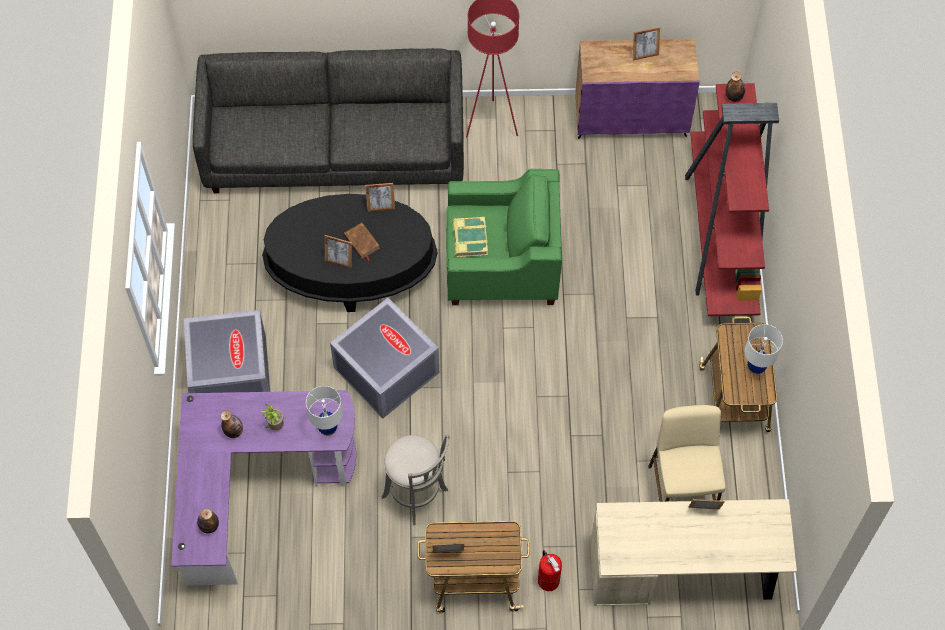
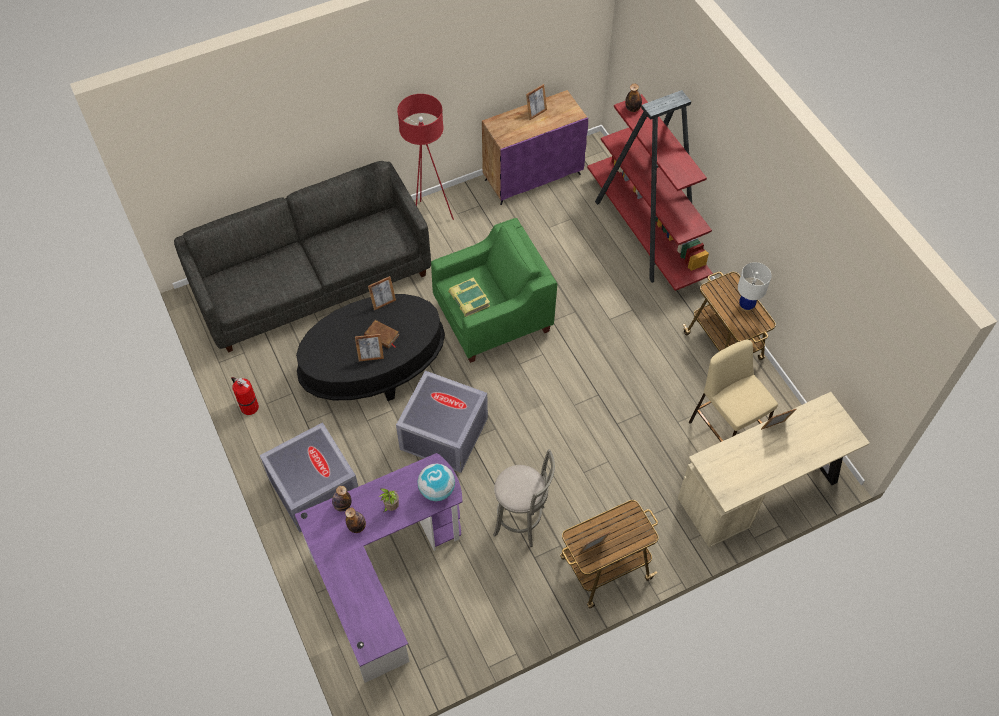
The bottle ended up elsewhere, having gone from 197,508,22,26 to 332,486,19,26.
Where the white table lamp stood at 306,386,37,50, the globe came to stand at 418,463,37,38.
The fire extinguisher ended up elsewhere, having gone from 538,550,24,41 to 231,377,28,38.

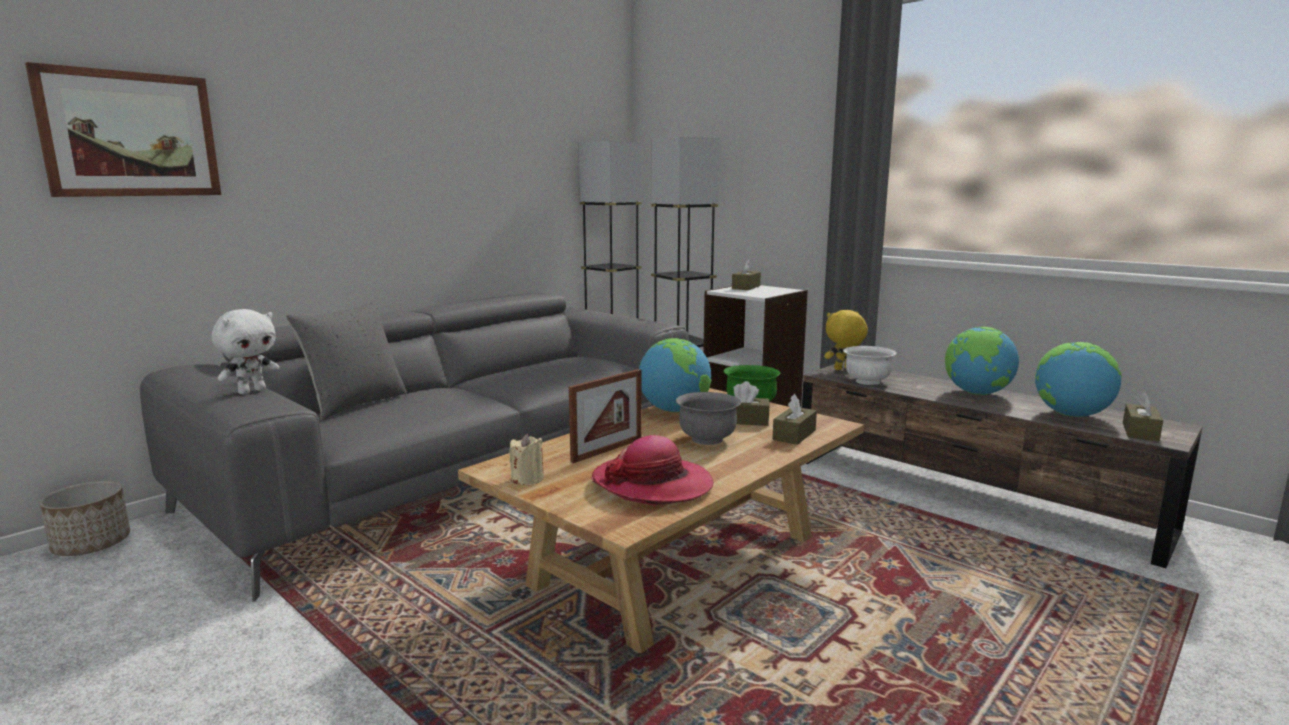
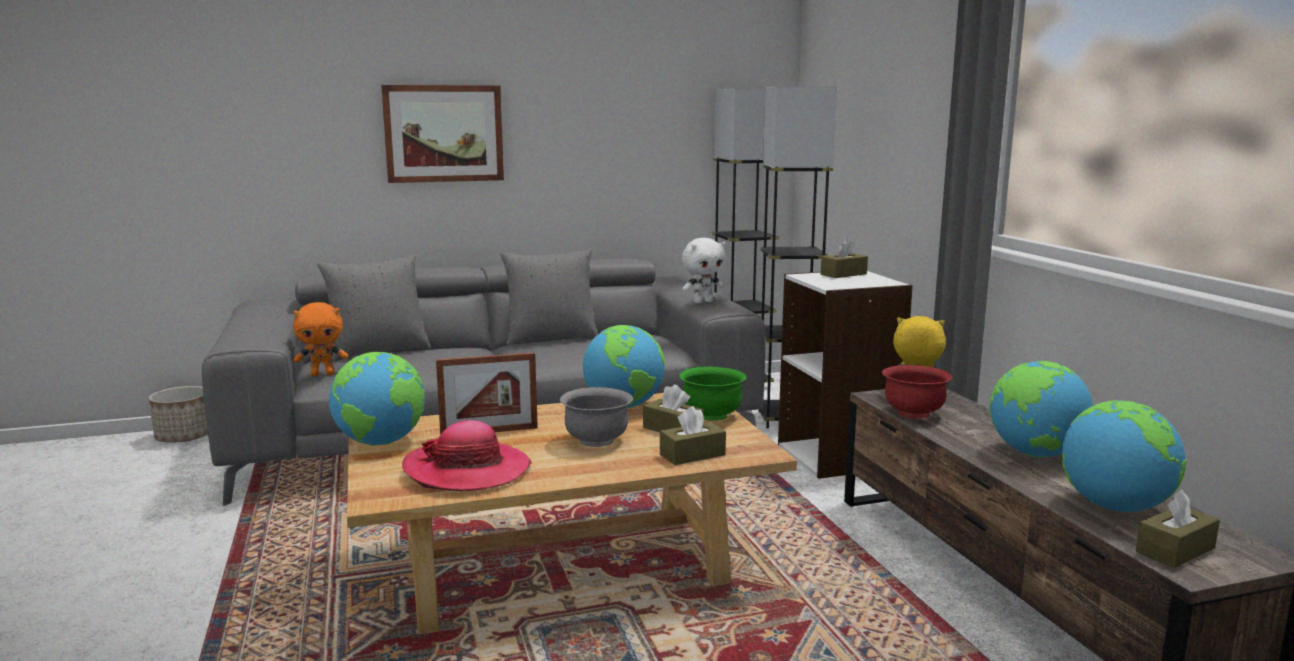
The picture ended up elsewhere, having gone from 25,62,196,135 to 381,85,123,98.
The white plush toy ended up elsewhere, having gone from 212,309,67,86 to 682,238,44,65.
Where the beige candle stood at 509,434,35,51, the globe came to stand at 329,352,96,94.
What was the white bowl at 843,346,54,39 turned into the red bowl at 882,365,70,54.
The second view gained the orange plush toy at 293,302,55,74.
The second view gained the grey pillow at 500,249,98,96.

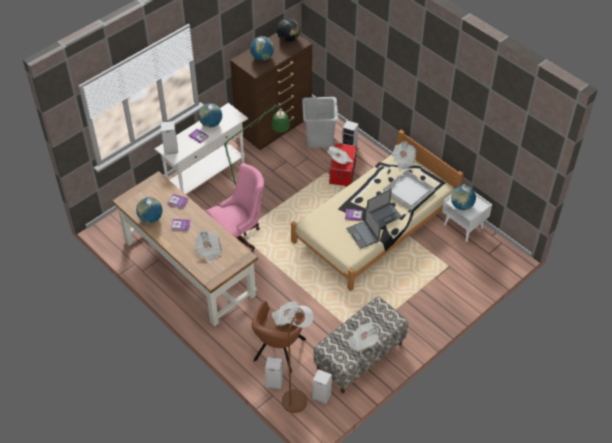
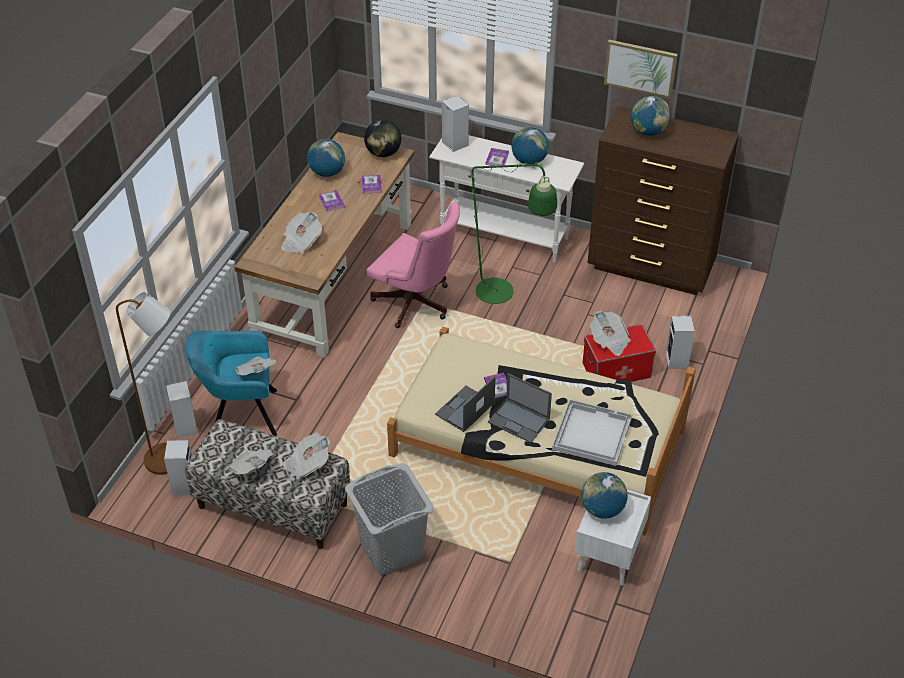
What was the brown armchair at 252,301,54,72 turned into the turquoise armchair at 185,330,92,106.
The globe ended up elsewhere, having gone from 277,18,23,24 to 364,120,37,37.
The grey laundry basket ended up elsewhere, having gone from 302,97,36,51 to 345,463,89,112.
The newspaper ended up elsewhere, having gone from 392,142,25,28 to 283,433,47,46.
The second view gained the picture at 604,40,74,59.

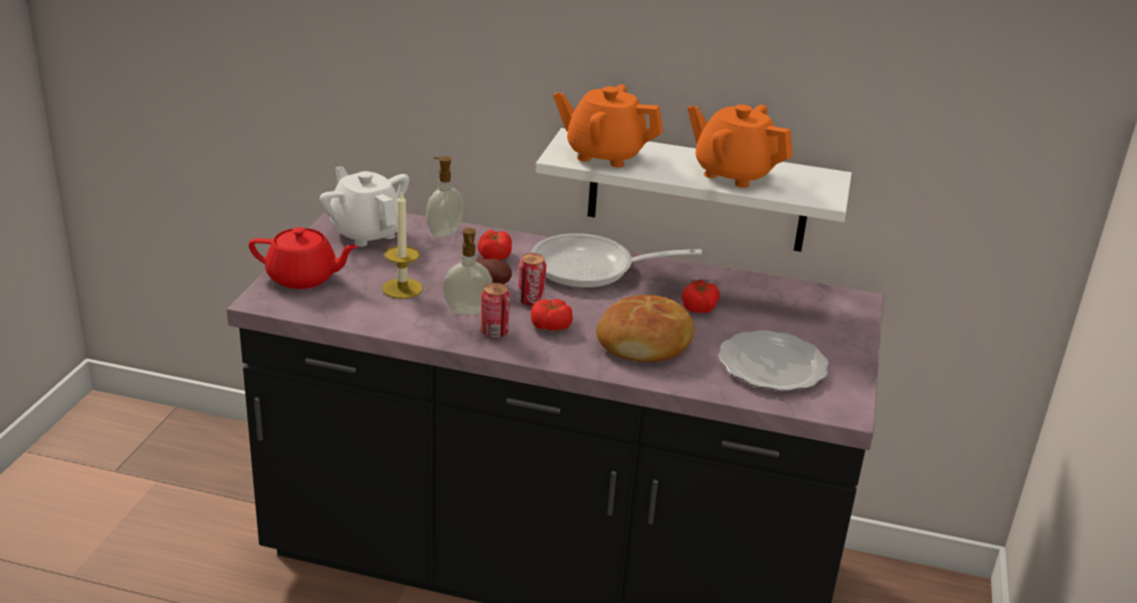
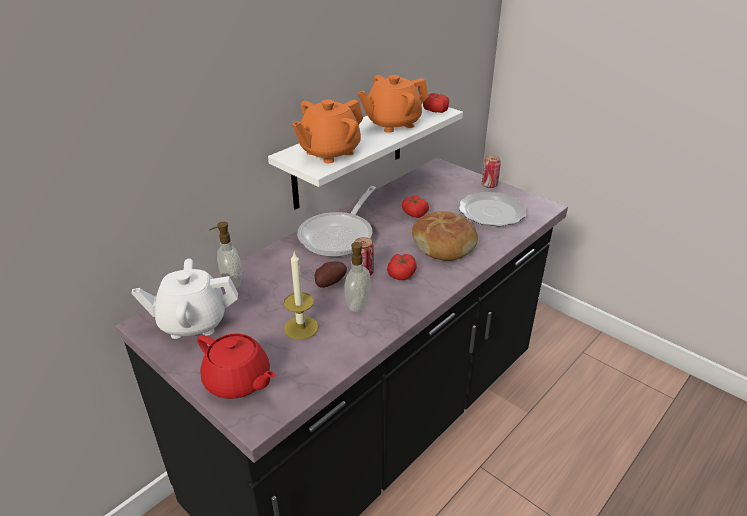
The red teapot at 249,227,110,62 ended up facing another way, 90 degrees clockwise from before.
The tomato ended up elsewhere, having gone from 478,229,34,31 to 423,93,26,20.
The can ended up elsewhere, having gone from 481,283,29,55 to 482,155,19,33.

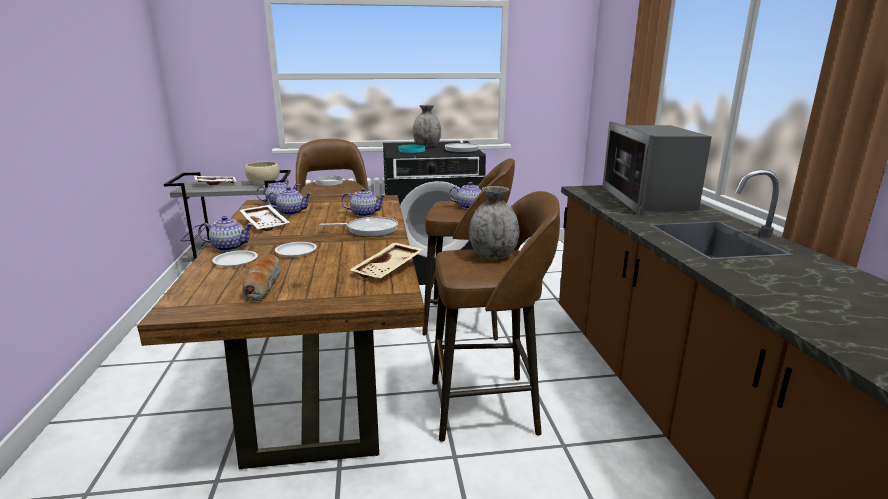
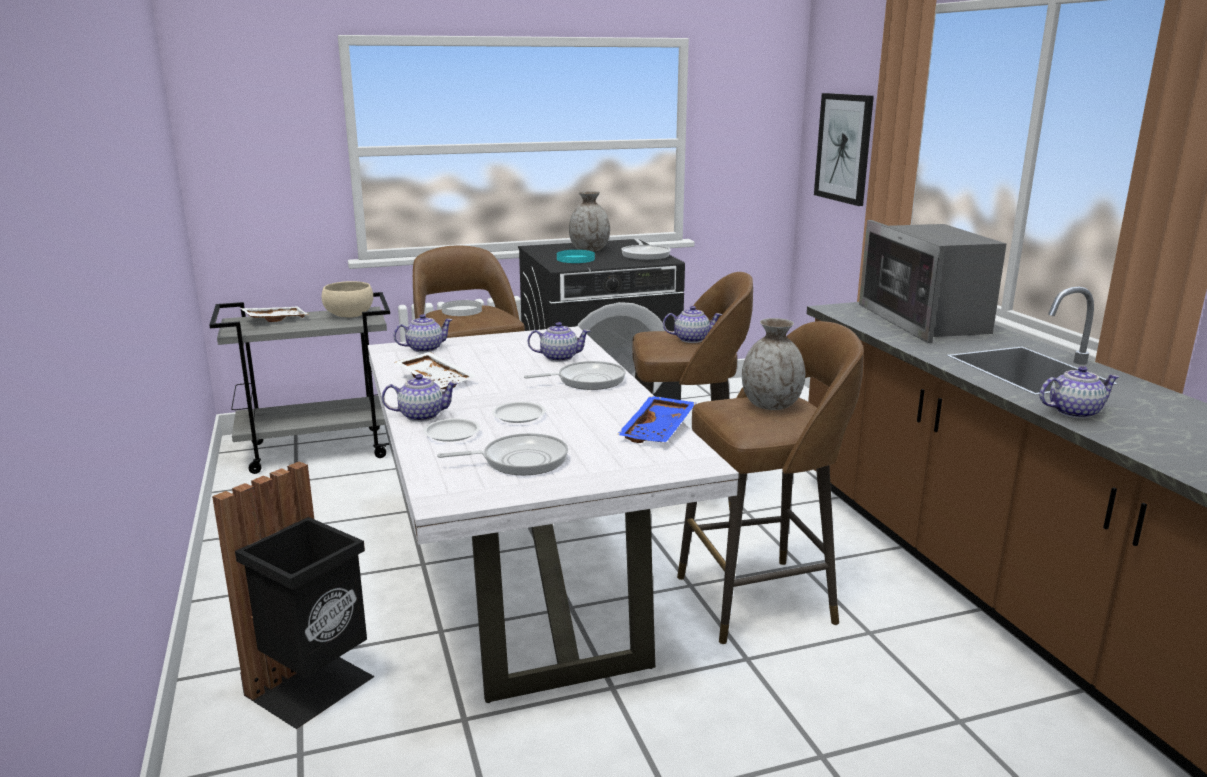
What was the brown dining table at 137,195,288,275 turned into the white dining table at 368,326,371,377.
Where the bread stood at 242,254,39,47, the frying pan came to stand at 437,433,131,42.
The teapot ended up elsewhere, having gone from 267,187,45,28 to 1039,366,80,53.
What was the beige tray at 350,242,74,36 turned into the blue tray at 617,396,79,47.
The second view gained the black trash can at 212,462,163,267.
The second view gained the picture at 814,93,60,113.

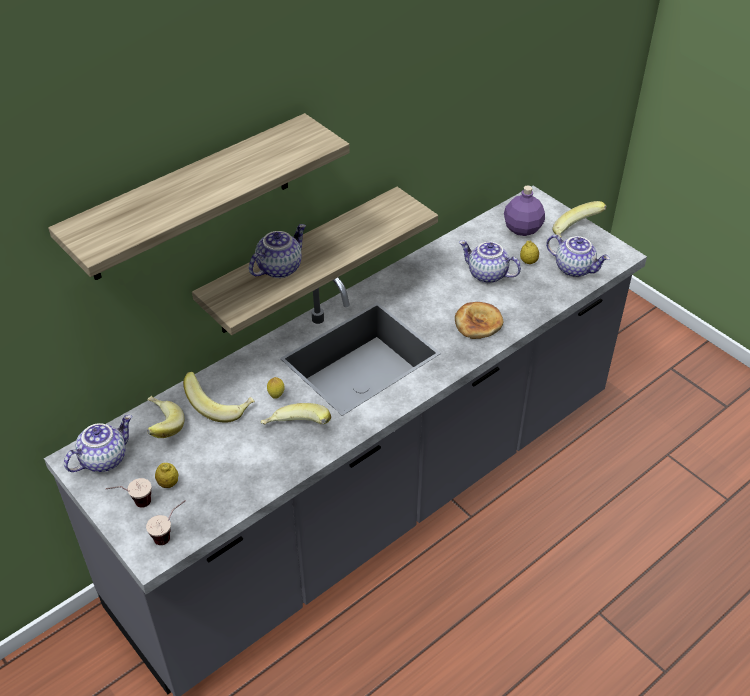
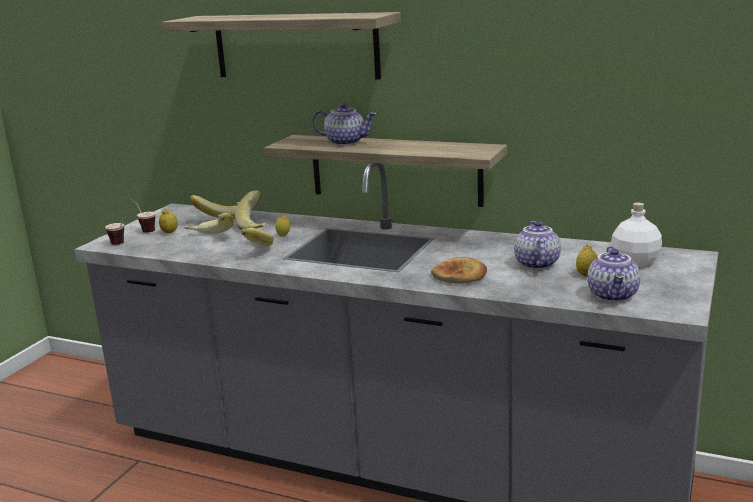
The second view lost the teapot at 64,415,68,57.
What was the purple bottle at 504,185,41,51 turned into the white bottle at 611,203,51,64.
The banana ended up elsewhere, having gone from 552,201,55,37 to 185,213,49,21.

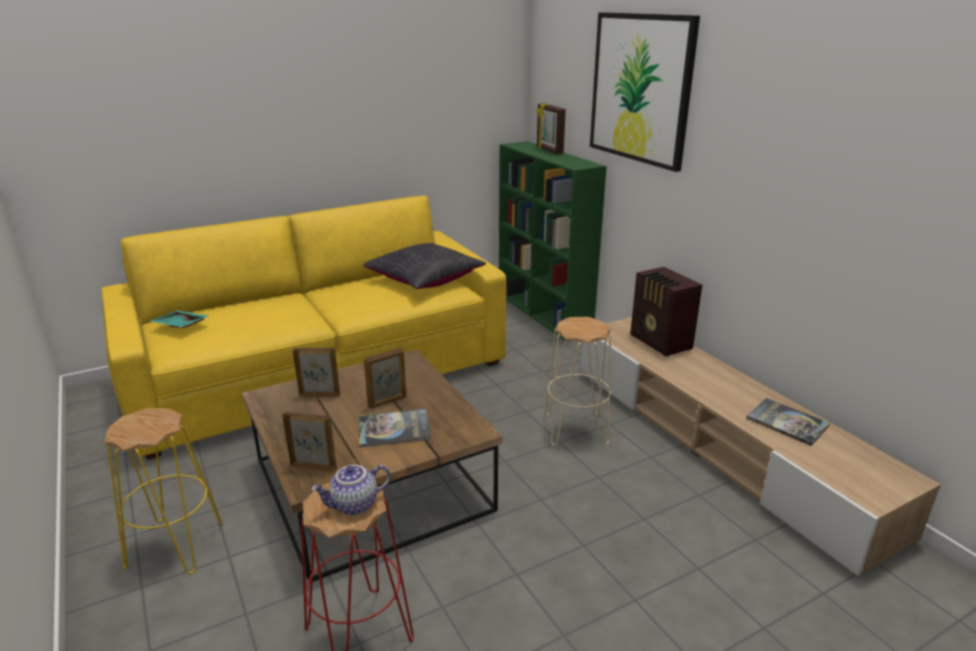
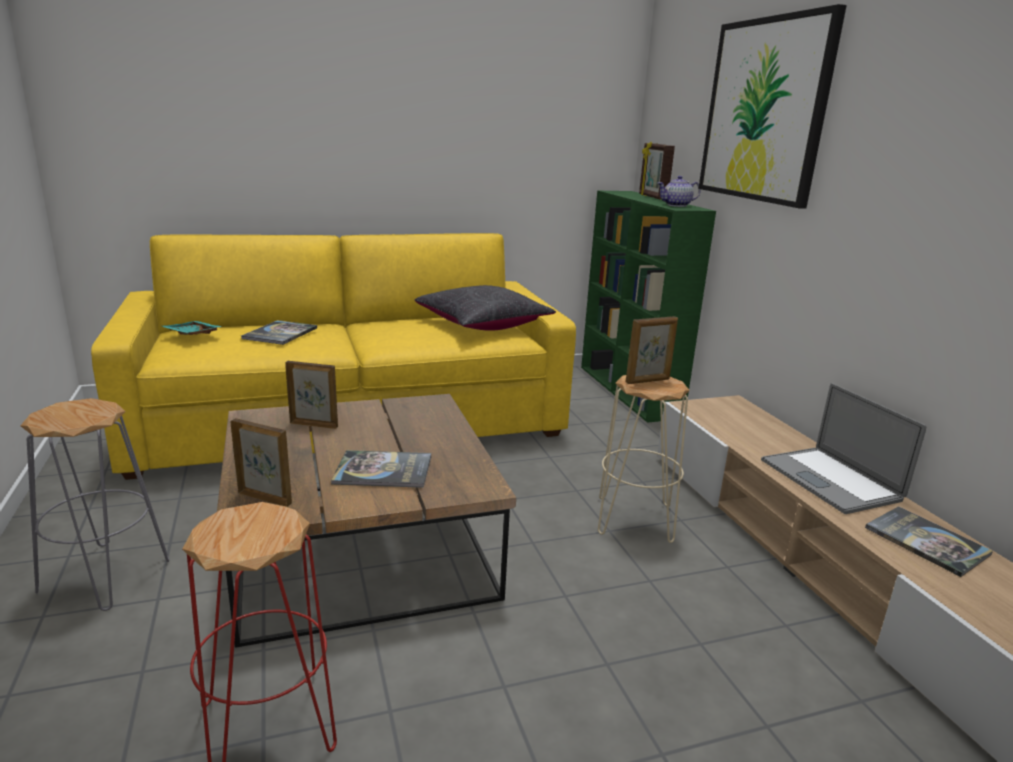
What was the yellow stool at 104,408,119,166 turned into the grey stool at 20,398,149,213.
The teapot ended up elsewhere, having gone from 311,465,80,50 to 657,176,44,31.
The picture frame ended up elsewhere, having gone from 364,348,42,61 to 626,316,52,68.
The second view lost the radio at 630,267,72,90.
The second view gained the book at 241,320,76,25.
The second view gained the laptop at 761,383,165,131.

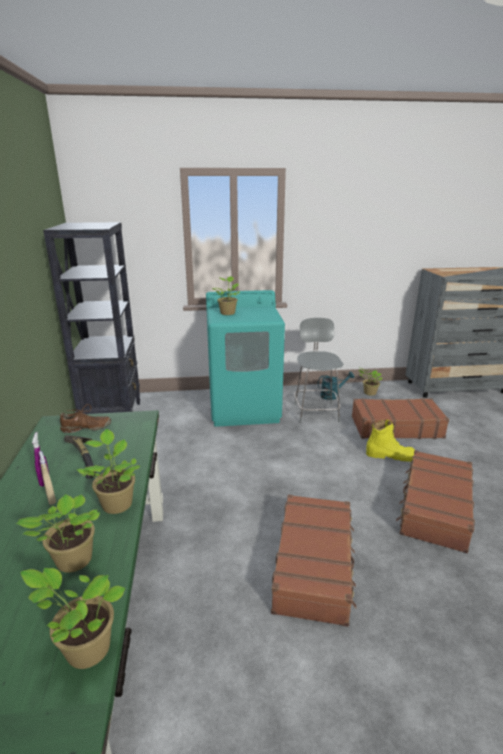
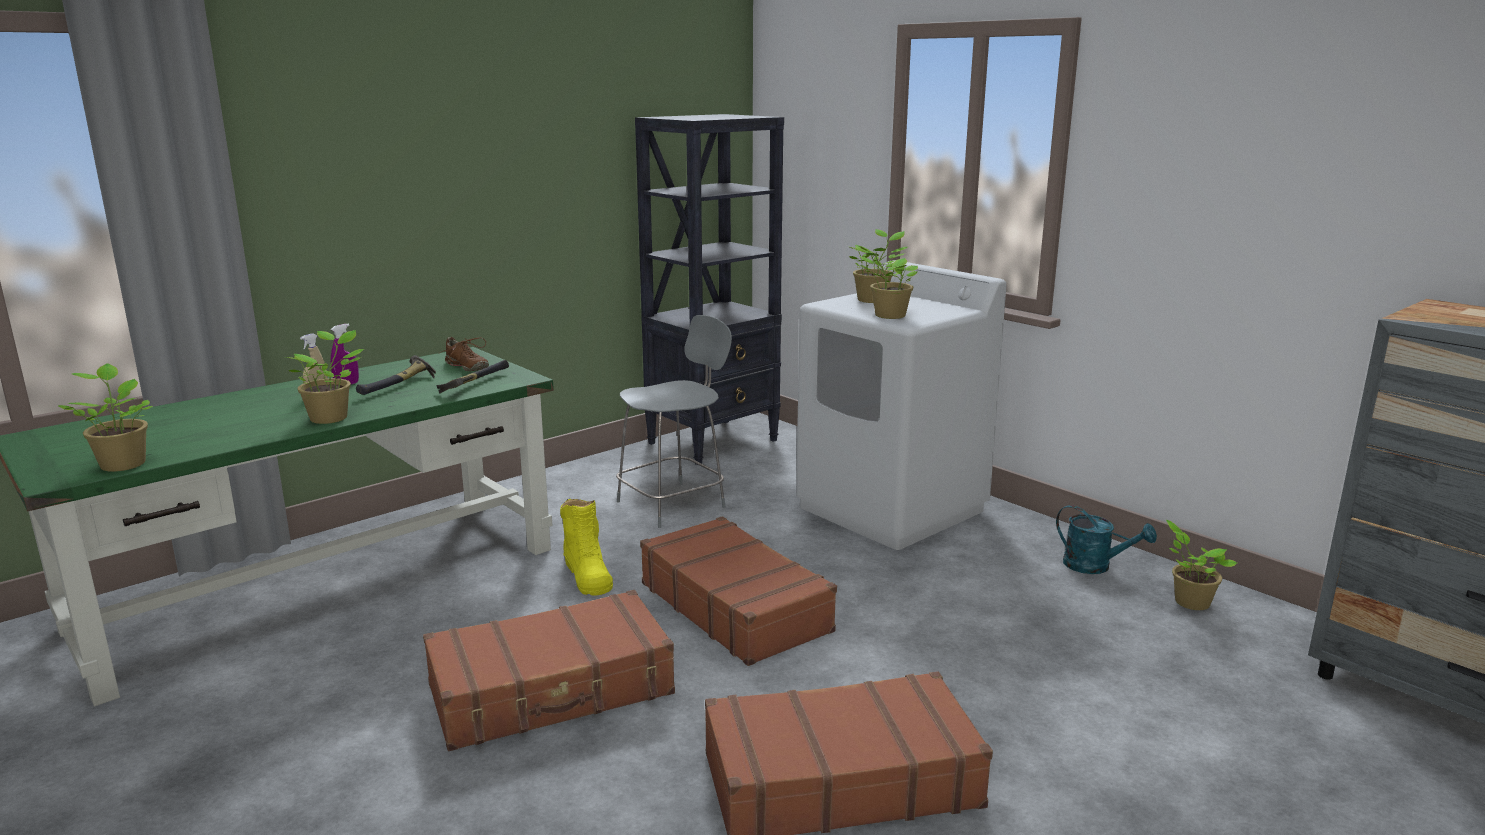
The potted plant ended up elsewhere, having gone from 16,494,84,79 to 858,245,60,74.
What was the turquoise washing machine at 206,290,79,137 turned into the white washing machine at 796,260,210,290.
The grey stool ended up elsewhere, having gone from 294,318,49,105 to 616,315,116,213.
The brown suitcase ended up elsewhere, having gone from 352,398,97,41 to 640,516,197,150.
The yellow boot ended up elsewhere, having gone from 366,420,49,42 to 560,499,53,97.
The second view gained the hammer at 436,360,73,33.

